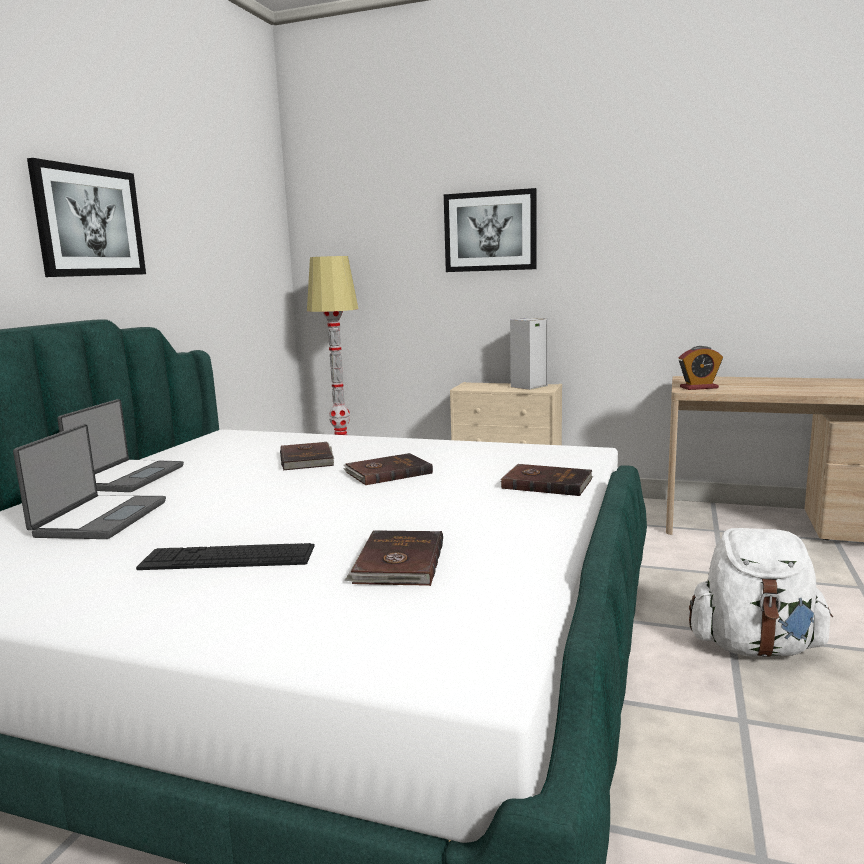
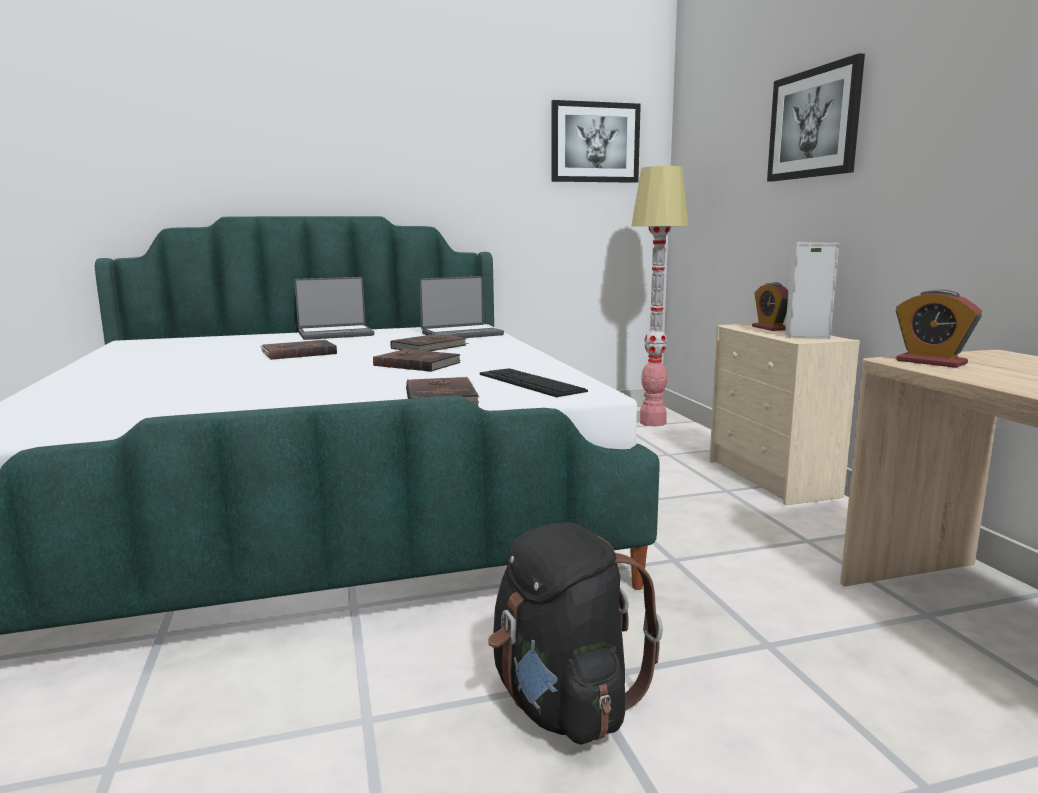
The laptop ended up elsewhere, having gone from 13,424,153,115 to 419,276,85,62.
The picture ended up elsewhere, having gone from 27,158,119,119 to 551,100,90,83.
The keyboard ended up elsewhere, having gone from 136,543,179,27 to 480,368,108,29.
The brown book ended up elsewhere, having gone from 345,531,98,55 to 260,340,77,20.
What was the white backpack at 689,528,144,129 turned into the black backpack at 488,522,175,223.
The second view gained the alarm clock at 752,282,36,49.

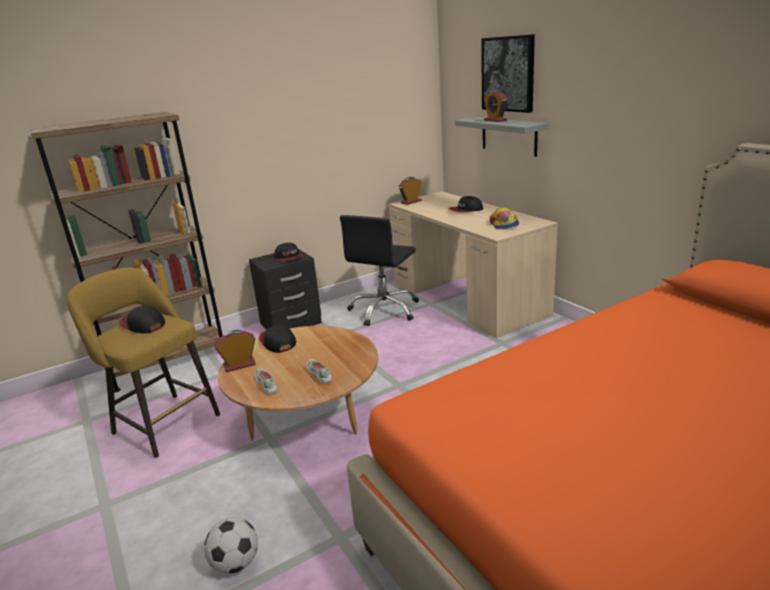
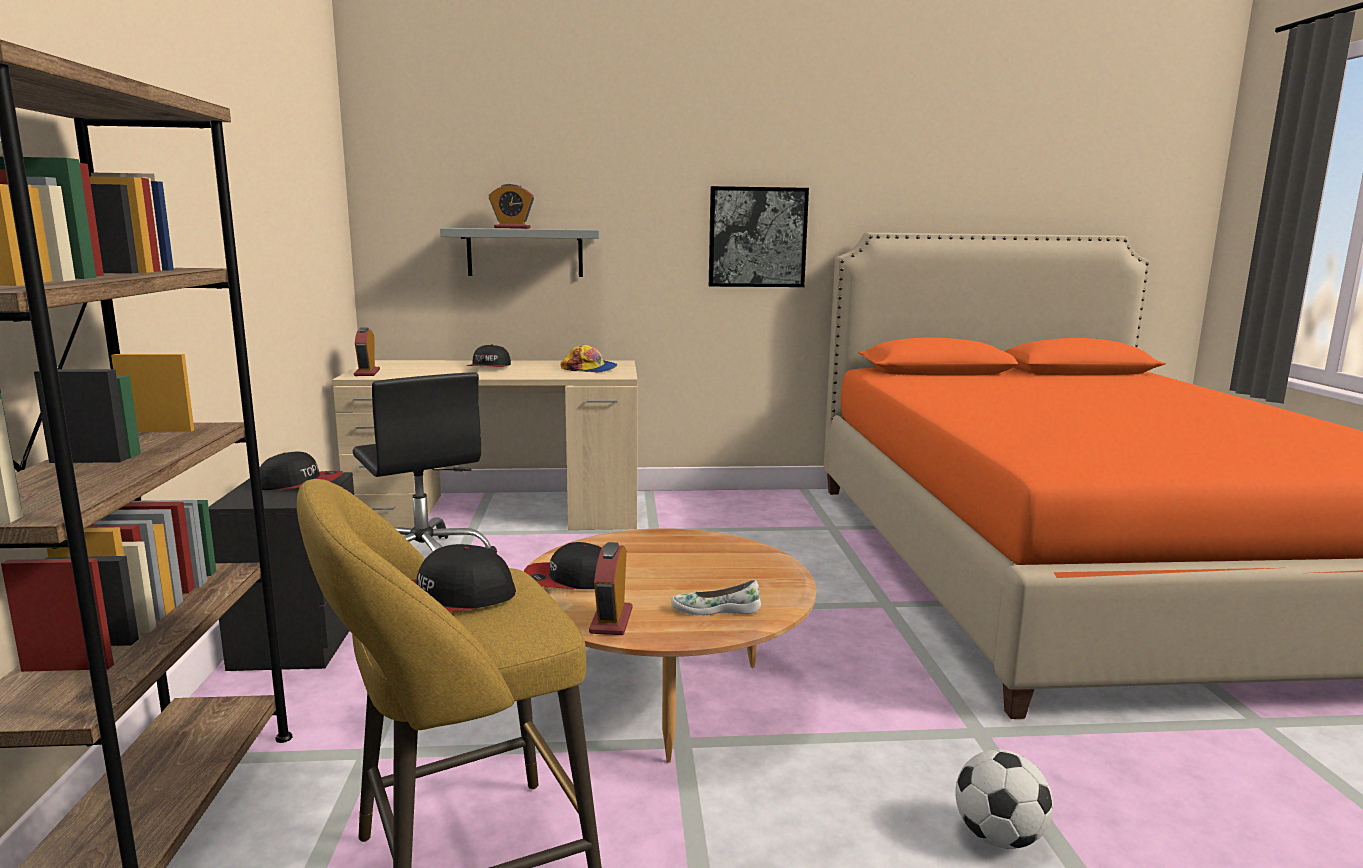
The second view lost the white shoe at 307,359,25,25.
The picture ended up elsewhere, having gone from 481,34,54,79 to 709,186,100,101.

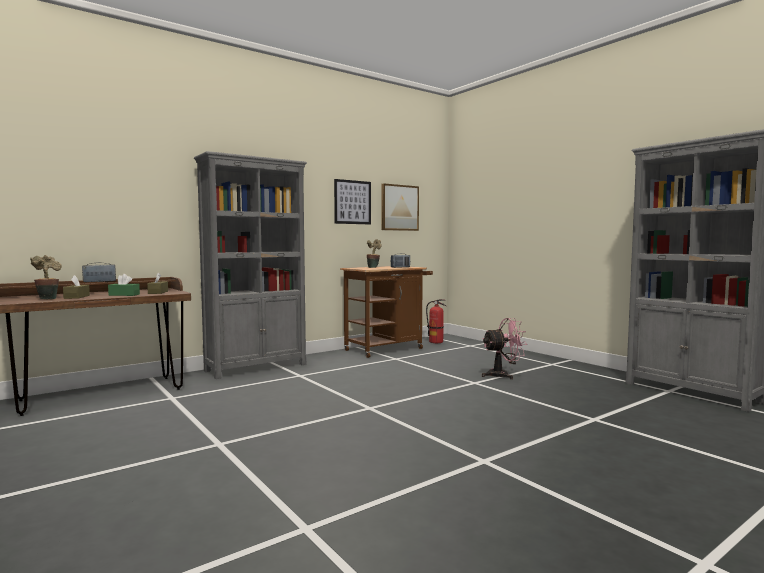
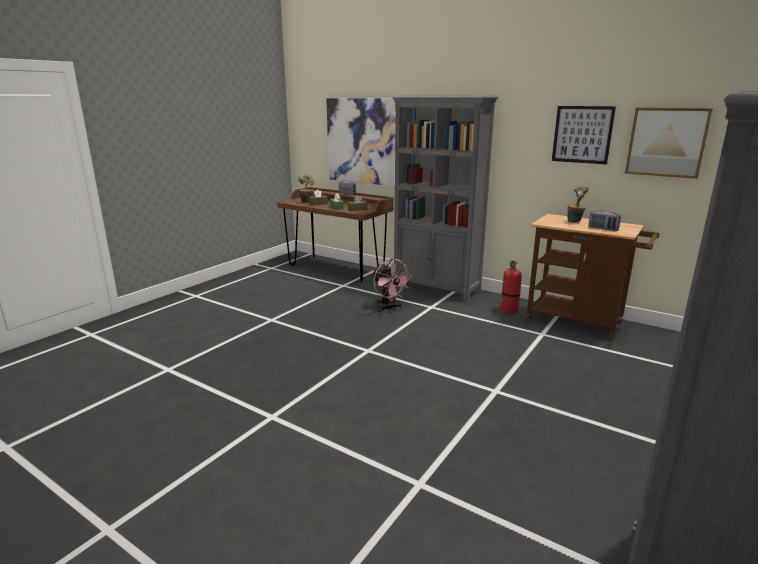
The fire extinguisher ended up elsewhere, having gone from 426,299,20,44 to 501,260,21,54.
The pink fan ended up elsewhere, having gone from 482,318,45,61 to 372,259,40,53.
The second view gained the picture at 326,98,70,88.

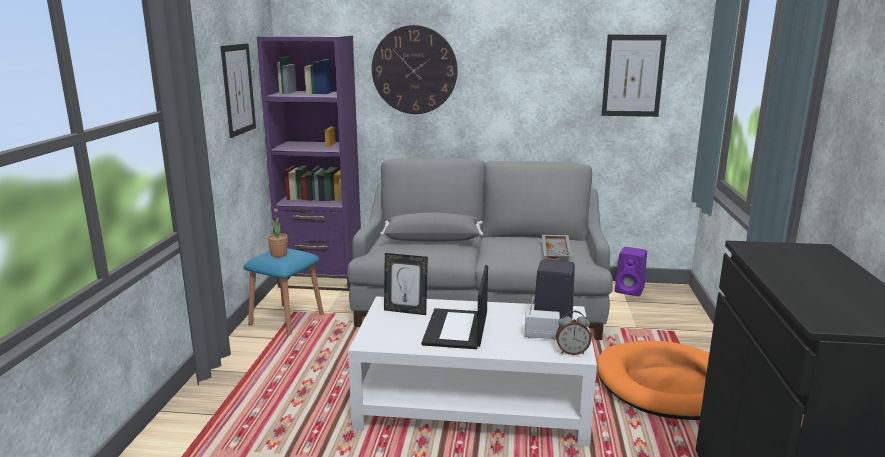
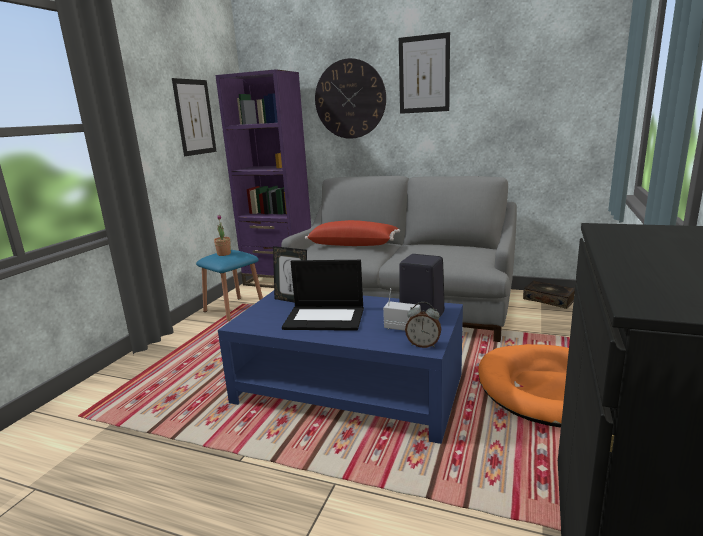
What was the white coffee table at 348,296,249,151 turned into the blue coffee table at 218,291,245,153.
What was the grey pillow at 380,212,103,30 turned into the red pillow at 305,220,95,26.
The laptop at 422,265,66,84 ended up facing another way, 105 degrees counterclockwise from before.
The second view lost the grey tray at 542,235,30,24.
The picture ended up elsewhere, having gone from 602,35,65,82 to 399,32,51,82.
Where the purple speaker stood at 615,247,32,49, the book came to stand at 523,281,52,28.

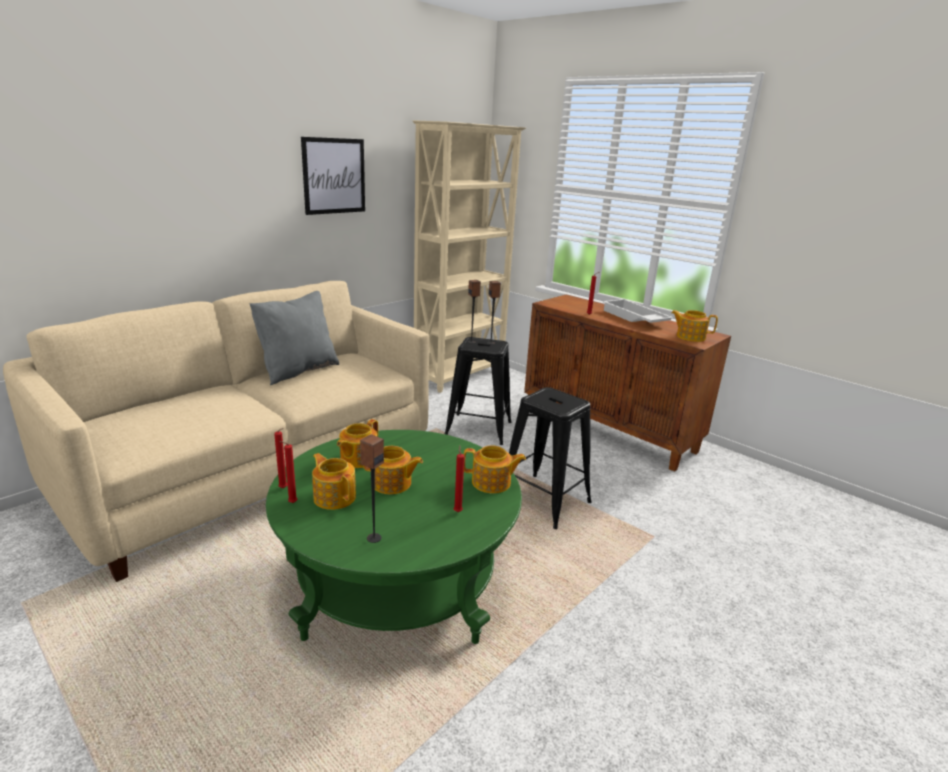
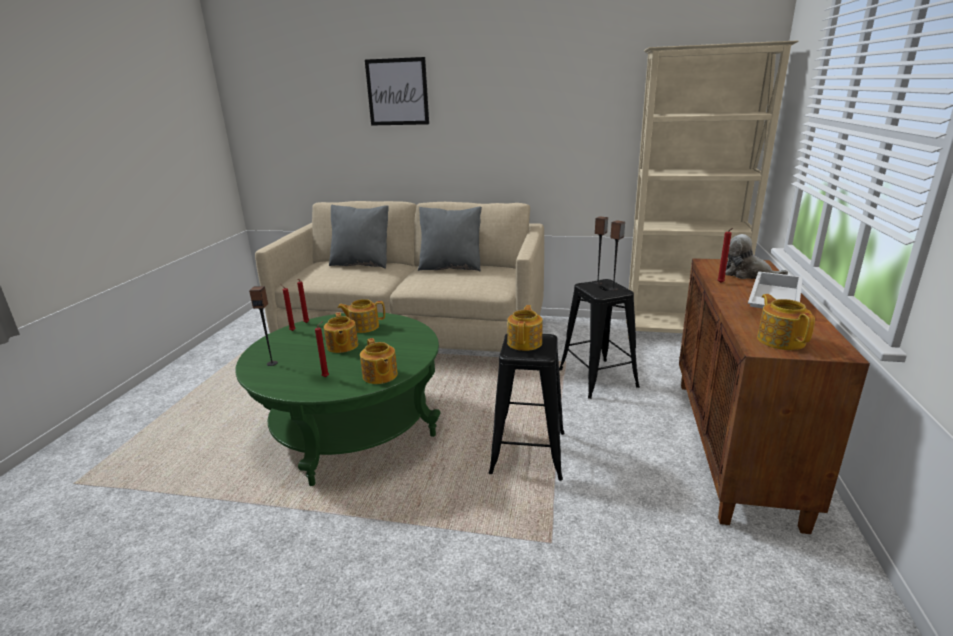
The picture ended up elsewhere, having gone from 301,137,64,78 to 365,57,64,69.
The teapot ended up elsewhere, having gone from 312,453,44,57 to 507,305,36,46.
The second view gained the grey pillow at 329,204,60,65.
The second view gained the plush toy at 725,234,63,45.

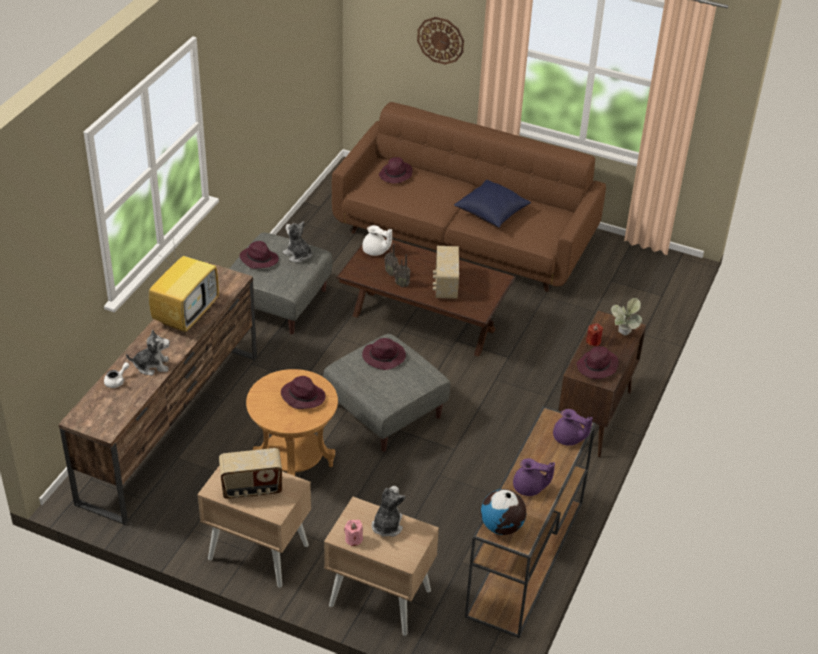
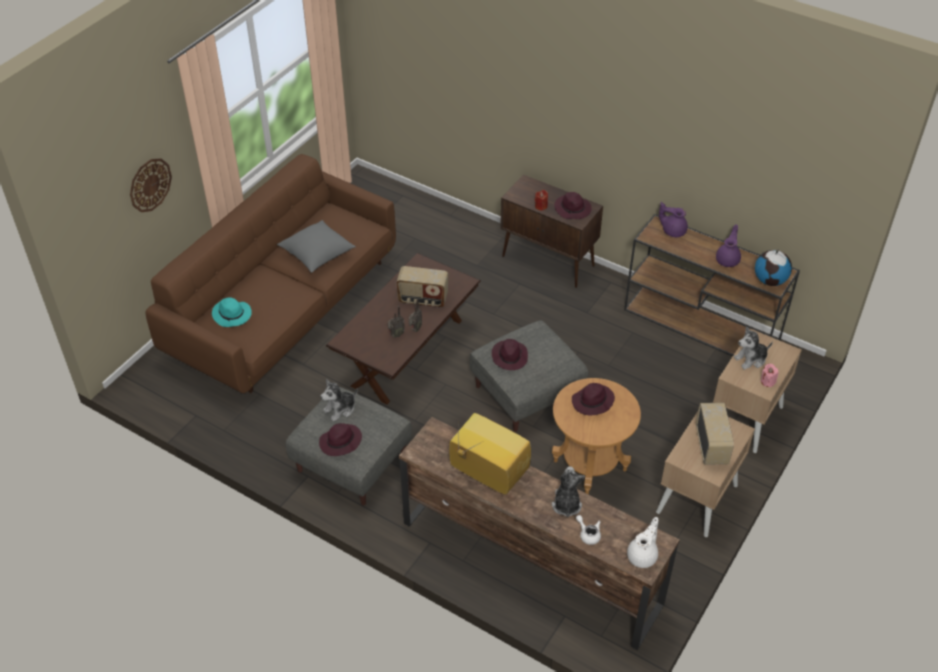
The white teapot ended up elsewhere, having gone from 362,225,30,31 to 627,517,31,51.
The plush toy at 372,486,34,51 ended up facing another way, 45 degrees counterclockwise from before.
What was the purple hat at 379,157,34,26 turned into the turquoise hat at 212,297,40,30.
What was the blue pillow at 454,180,77,48 turned into the grey pillow at 277,220,79,53.
The purple teapot at 553,409,40,37 ended up facing another way, 105 degrees counterclockwise from before.
The second view lost the potted plant at 611,298,31,37.

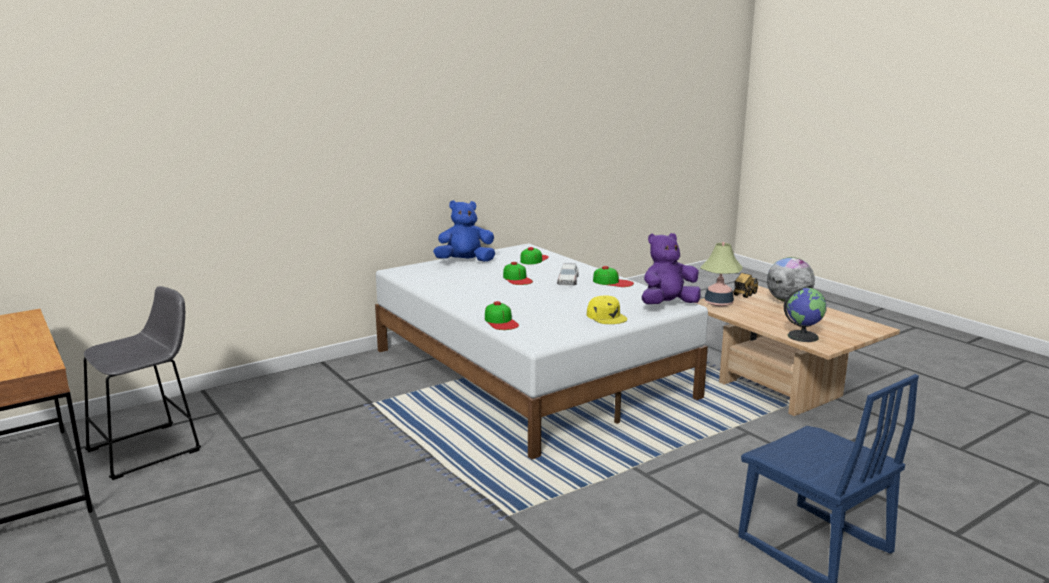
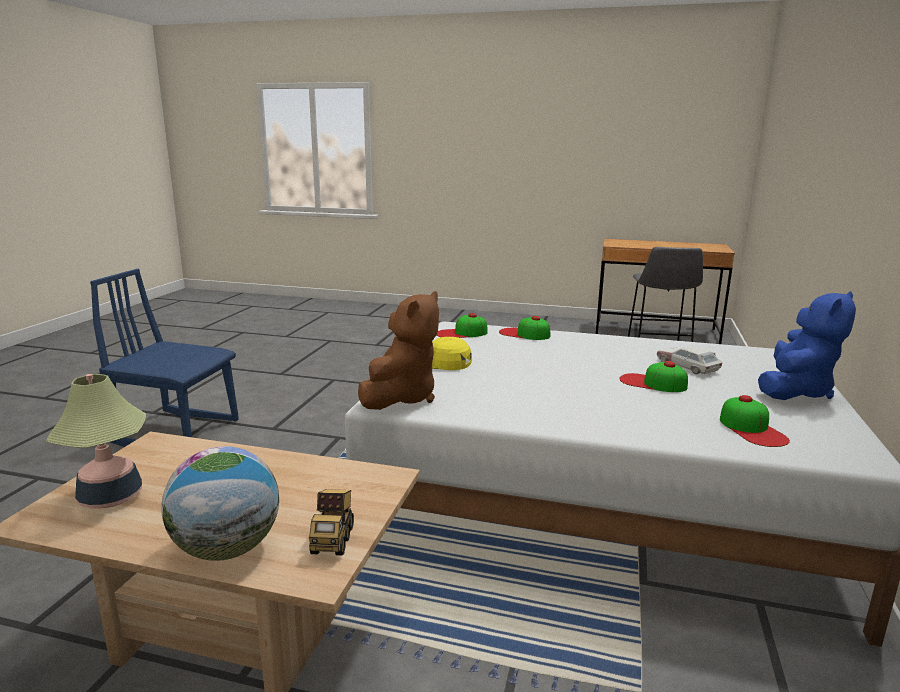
The toy car ended up elsewhere, having gone from 557,263,21,23 to 657,346,65,29.
The cap ended up elsewhere, having gone from 593,266,41,21 to 437,313,51,25.
What was the purple plush toy at 642,233,59,71 turned into the brown plush toy at 358,291,81,119.
The table lamp ended up elsewhere, having gone from 700,242,43,65 to 46,374,100,134.
The second view lost the globe at 784,288,43,54.

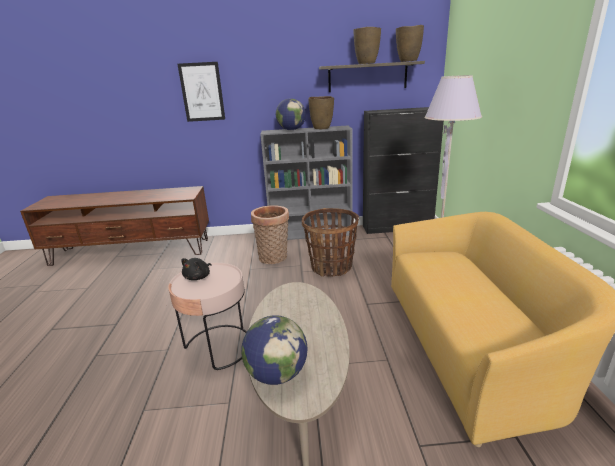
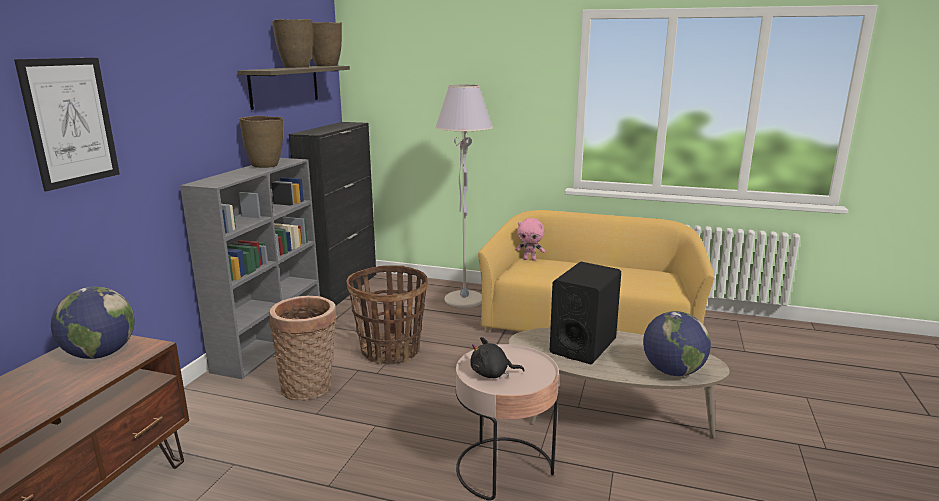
The black plush toy at 181,258,31,22 ended up facing another way, 135 degrees clockwise from before.
The globe ended up elsewhere, having gone from 276,98,30,32 to 51,287,83,72.
The second view gained the pink plush toy at 515,218,30,43.
The second view gained the black speaker at 550,262,71,102.

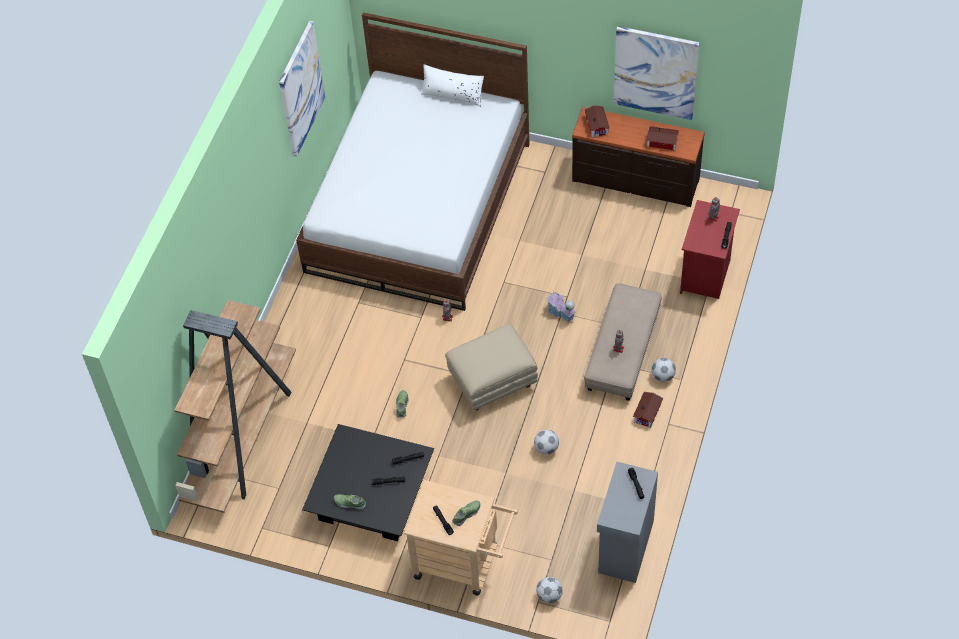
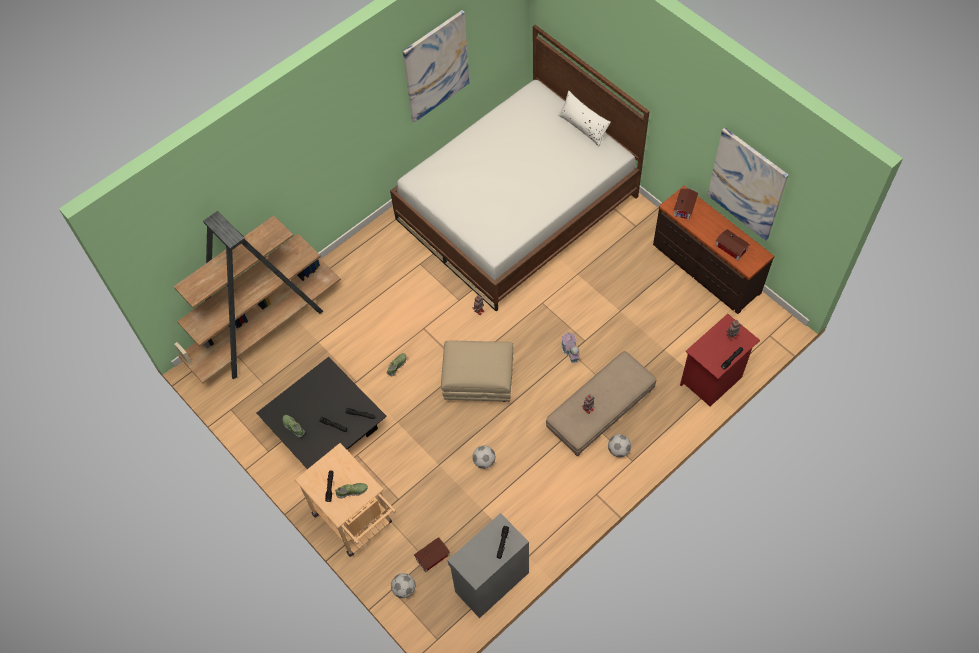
The toy house ended up elsewhere, having gone from 633,392,30,36 to 414,537,36,35.

